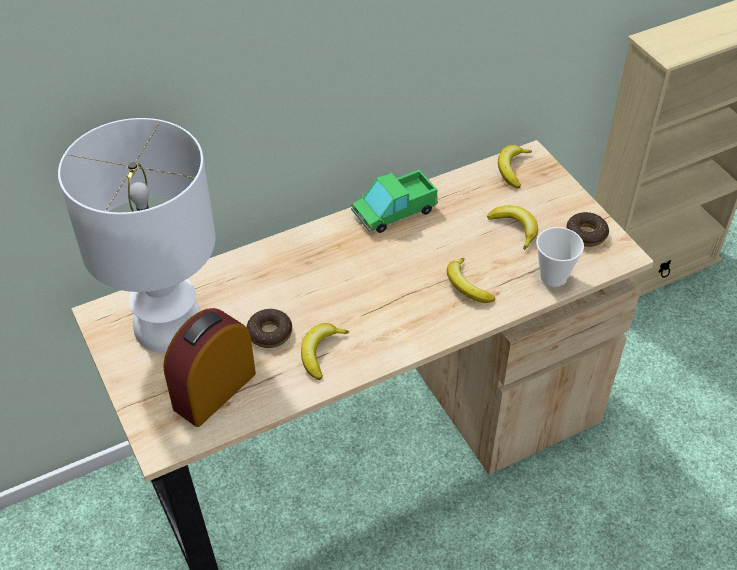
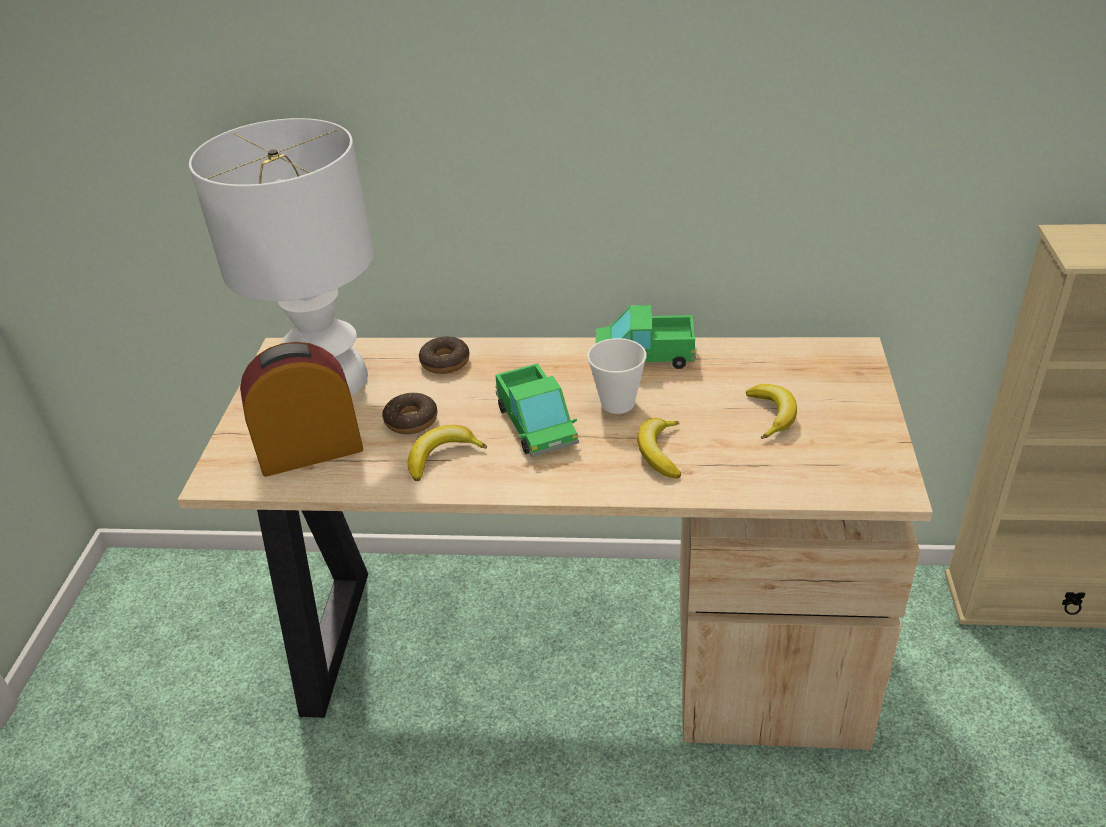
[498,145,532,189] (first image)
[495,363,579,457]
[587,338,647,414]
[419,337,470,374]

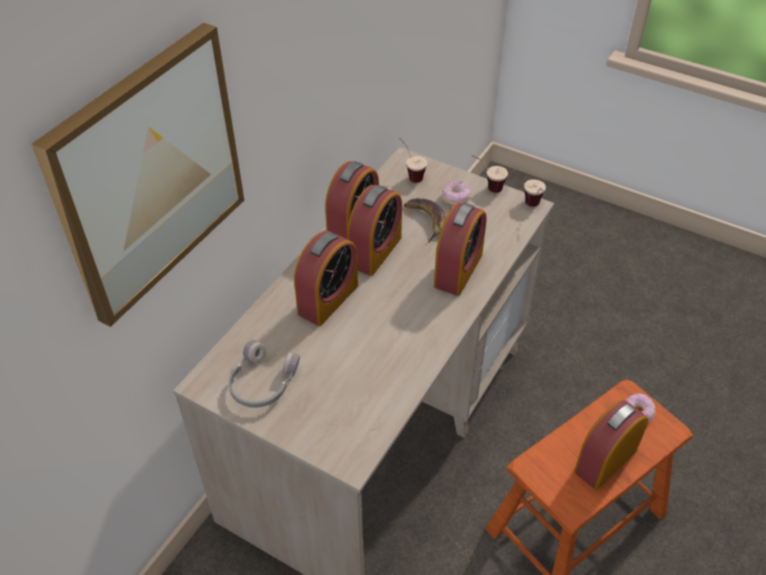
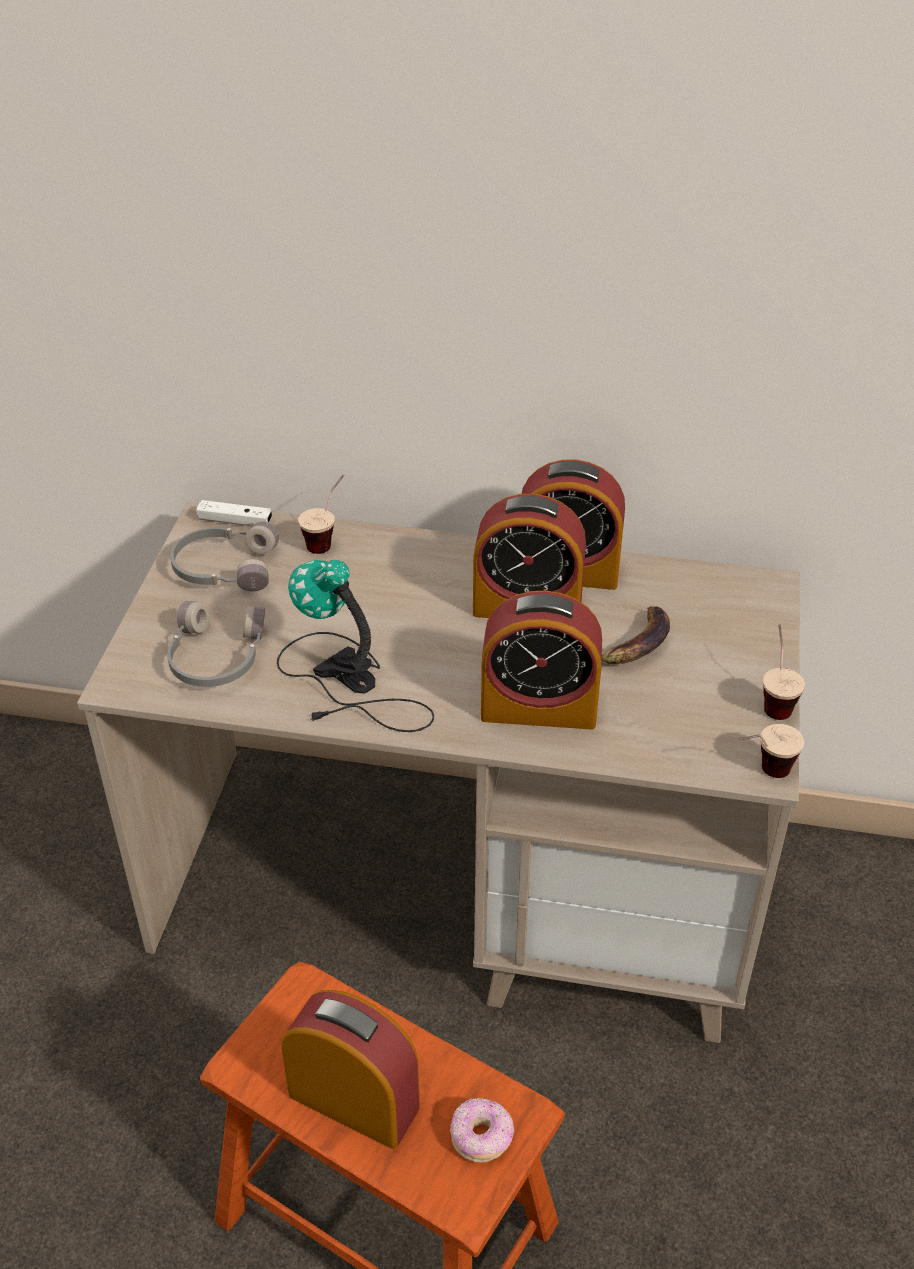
[31,22,244,327] (first image)
[294,231,358,326] (first image)
[442,180,471,205] (first image)
[167,601,265,687]
[196,500,272,526]
[277,560,434,732]
[298,475,344,554]

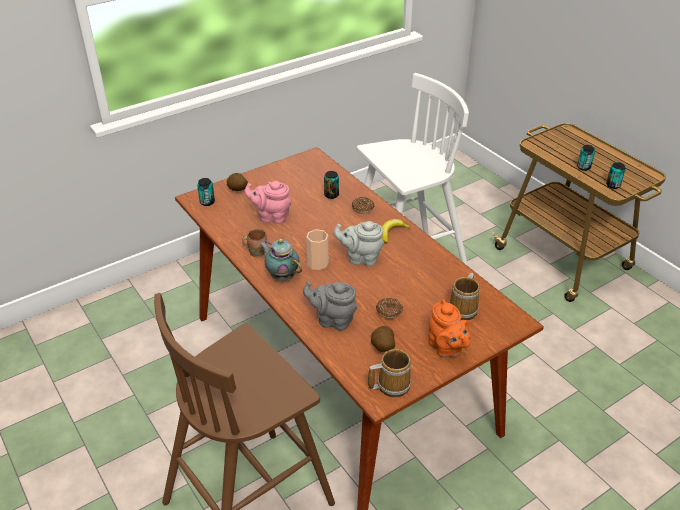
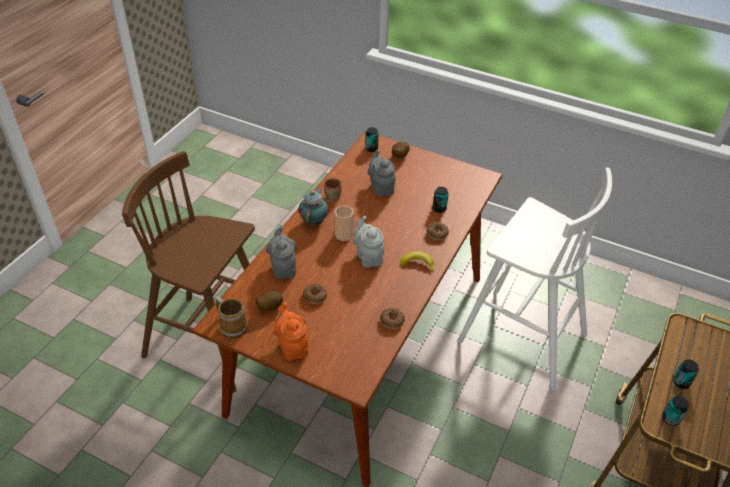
[449,273,480,320] (first image)
[380,308,405,329]
[368,150,396,196]
[273,302,308,361]

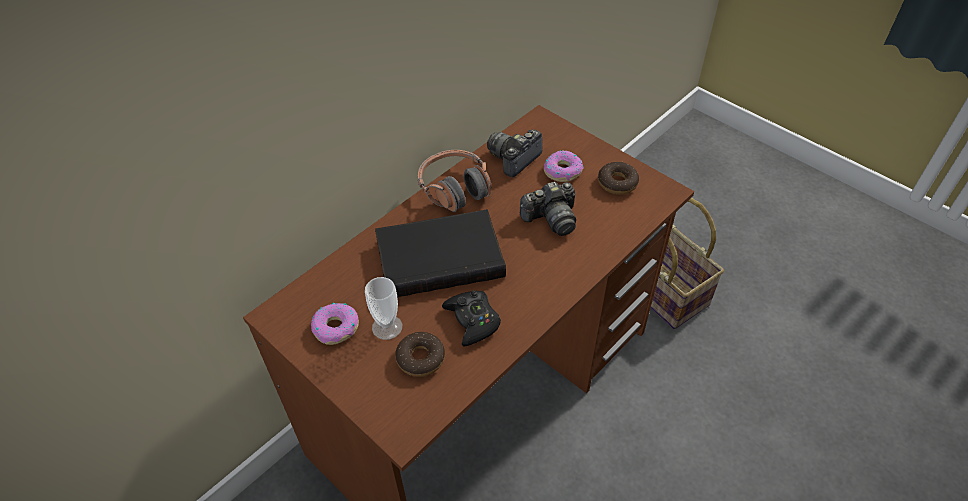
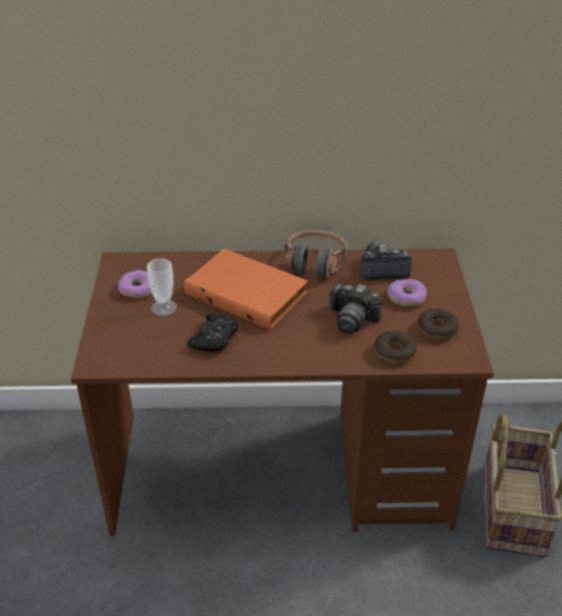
[374,331,417,364]
[184,248,308,330]

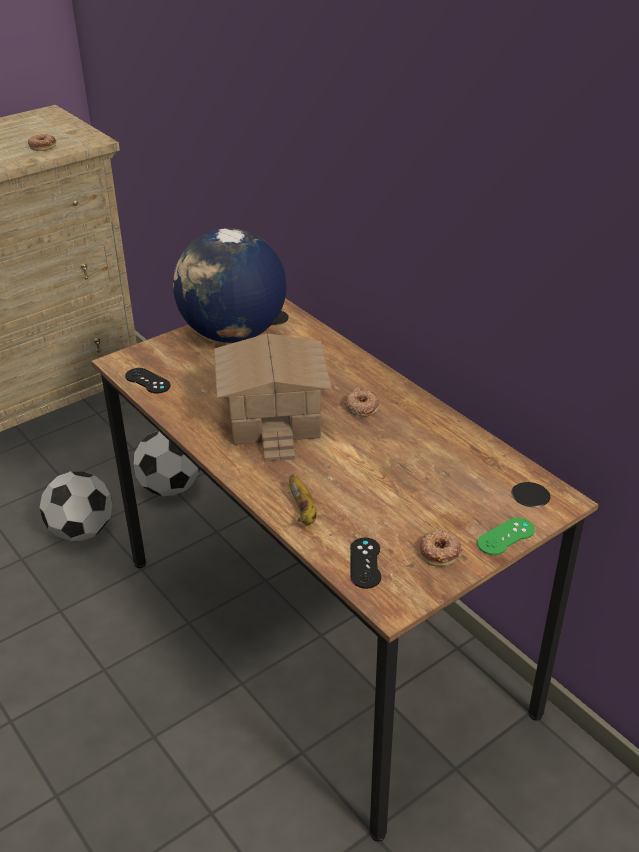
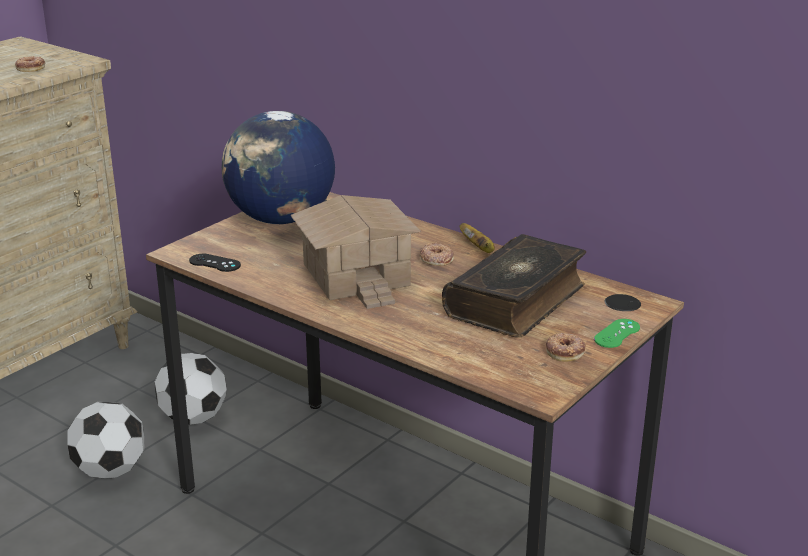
[350,538,381,589] (first image)
[442,234,586,338]
[460,223,495,253]

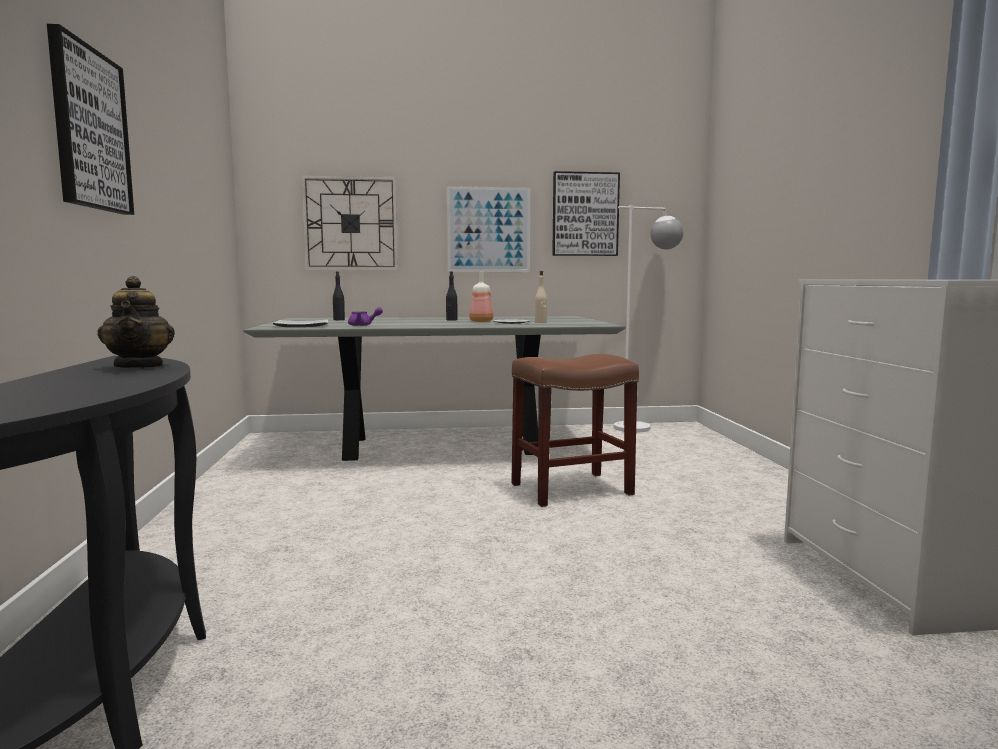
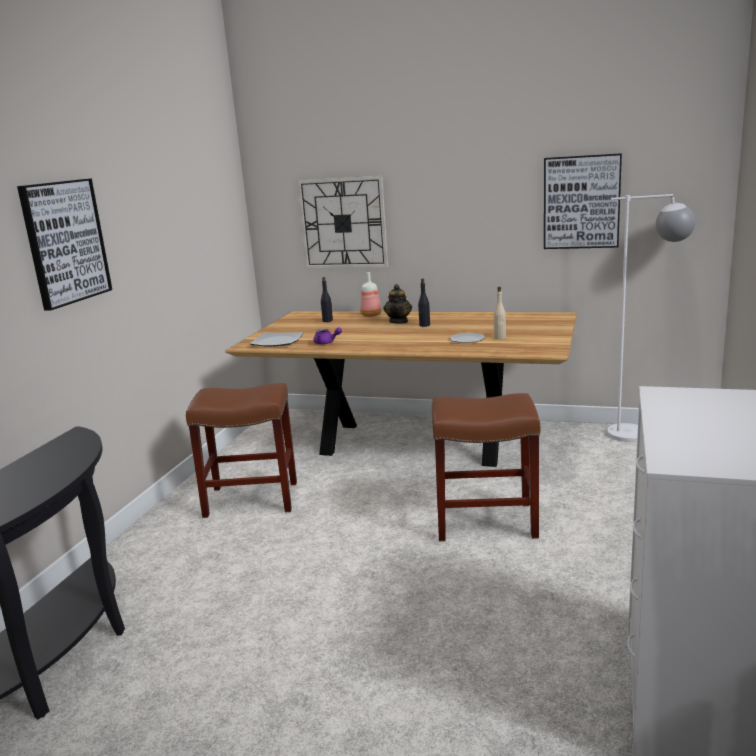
[447,186,530,272] (first image)
[186,383,297,518]
[383,284,412,324]
[360,272,381,317]
[225,311,577,467]

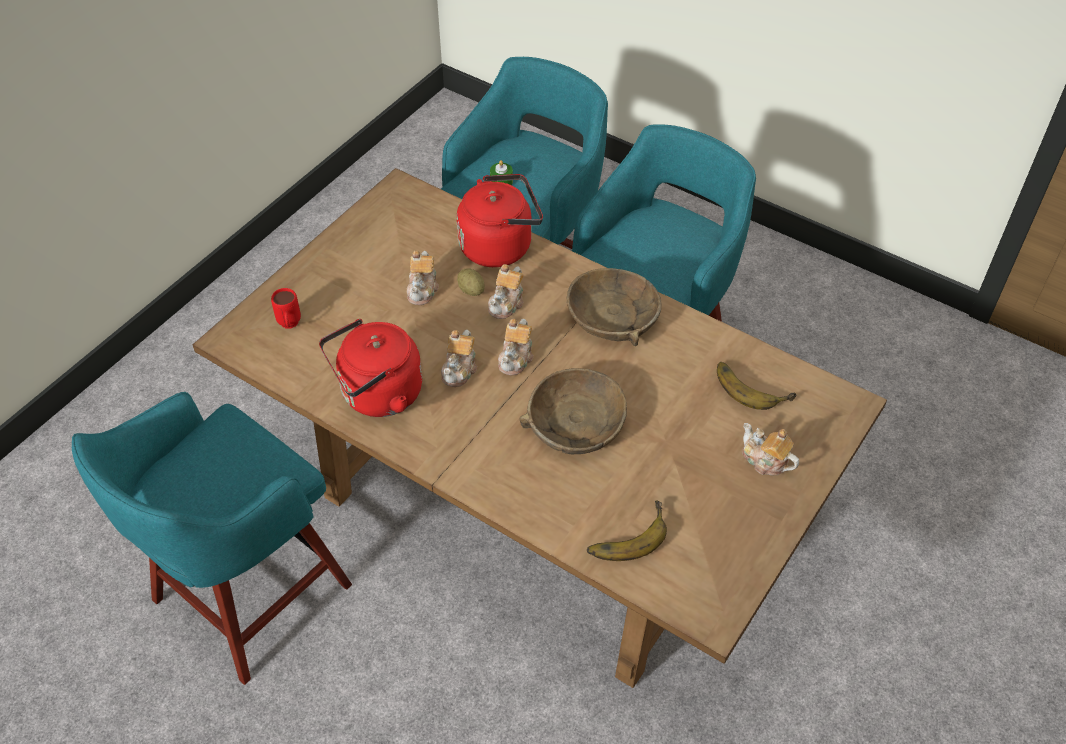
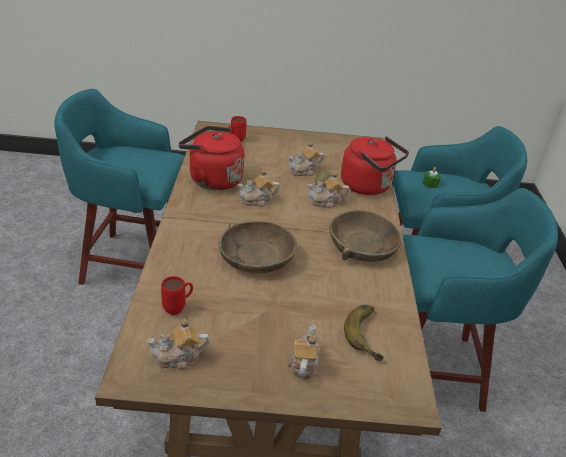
[146,319,210,370]
[161,276,193,315]

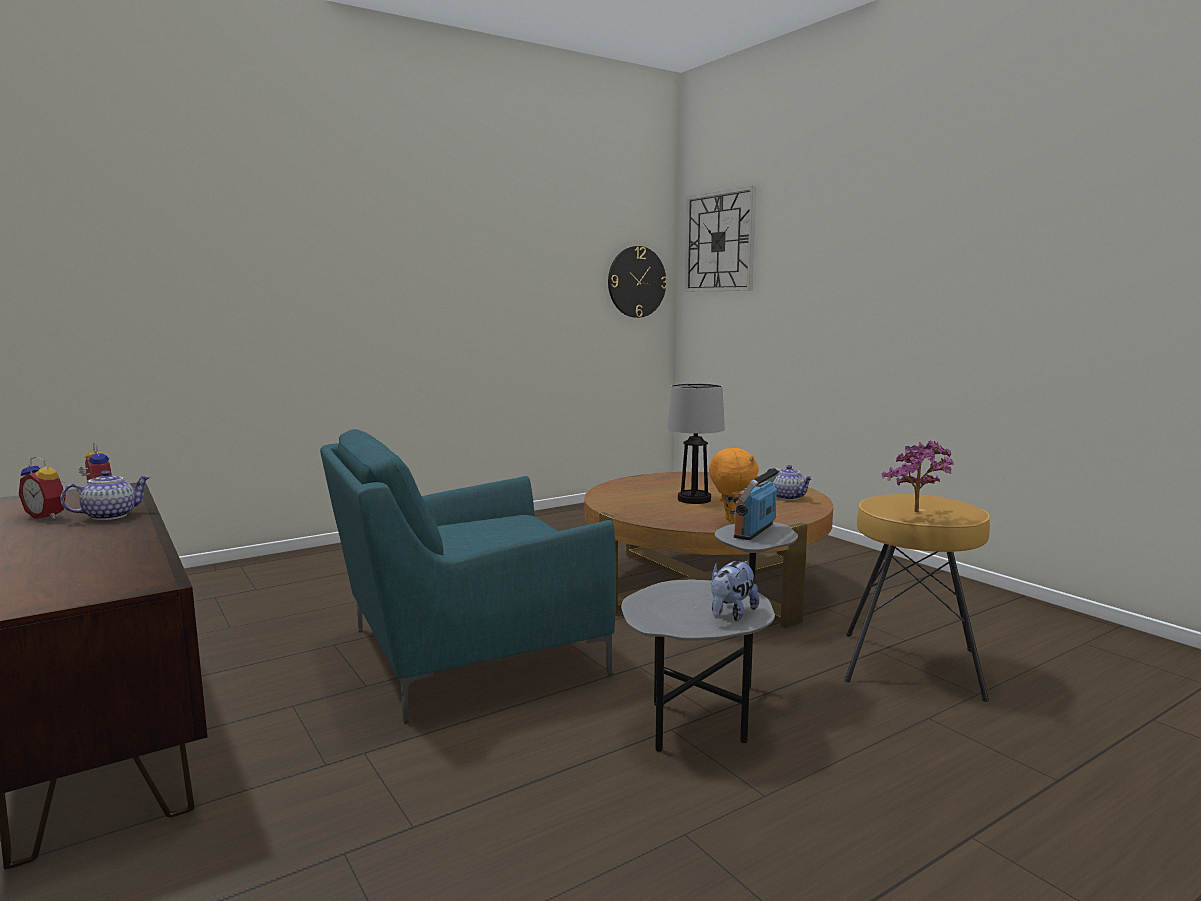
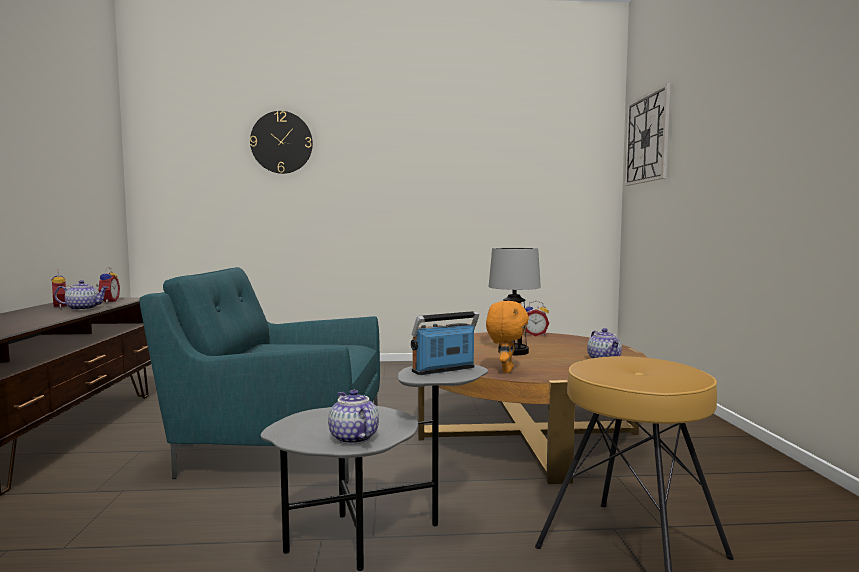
[882,441,954,512] (first image)
[525,301,549,336]
[250,111,313,174]
[328,390,379,444]

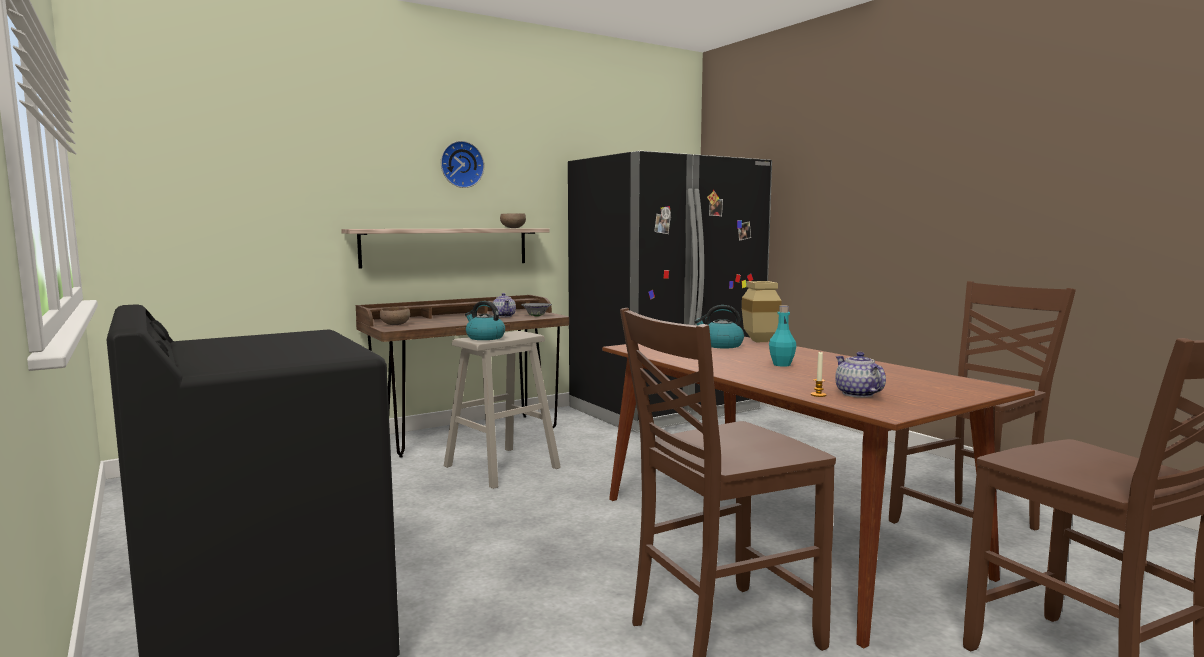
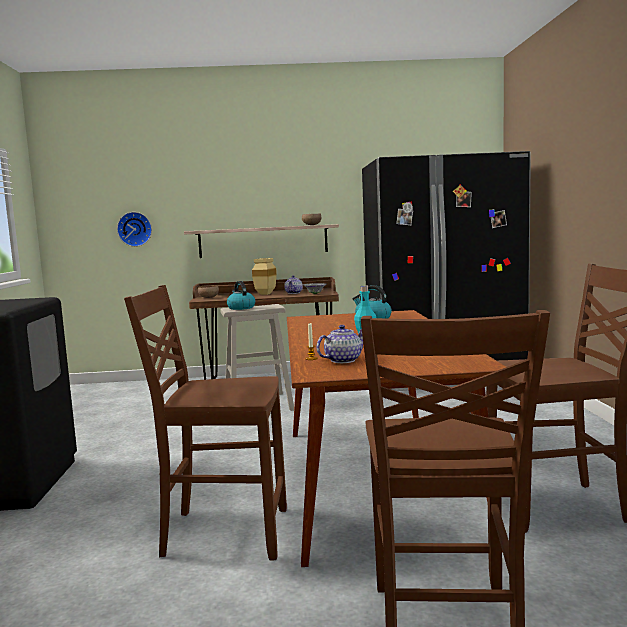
[117,212,152,247]
[252,258,277,295]
[316,325,363,363]

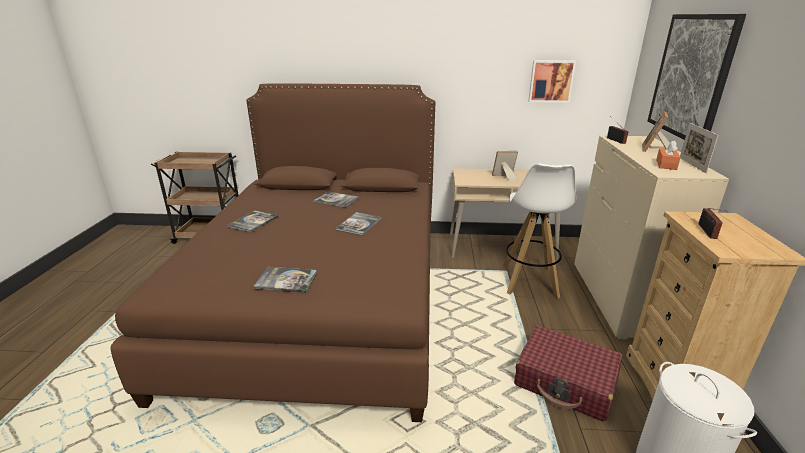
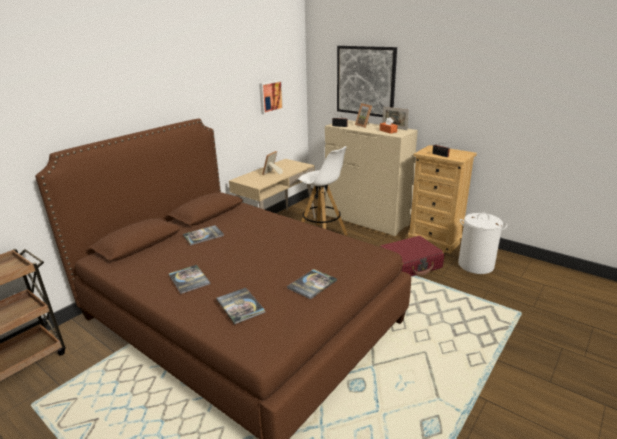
[216,288,266,325]

